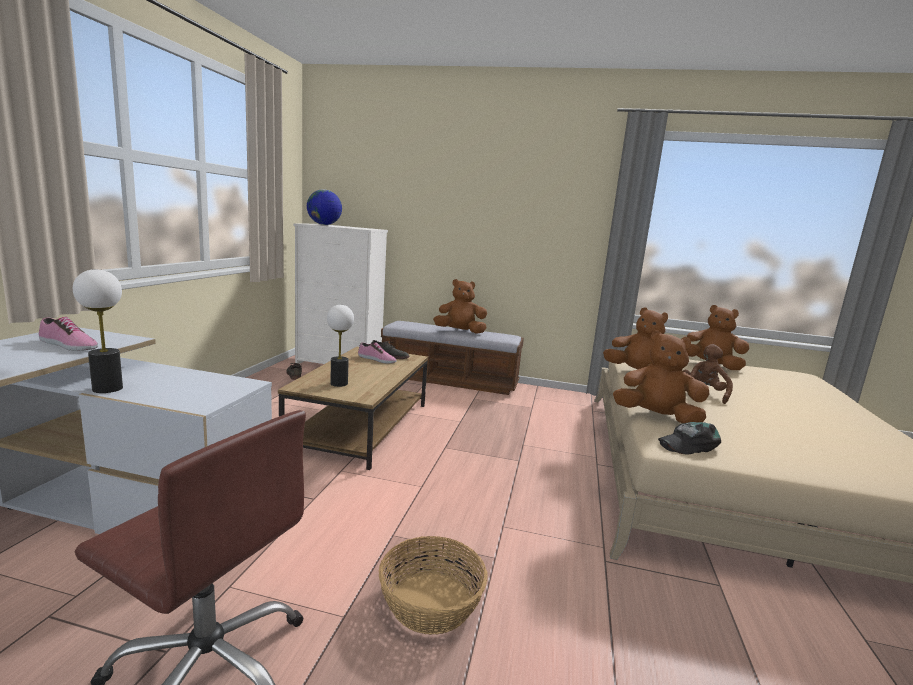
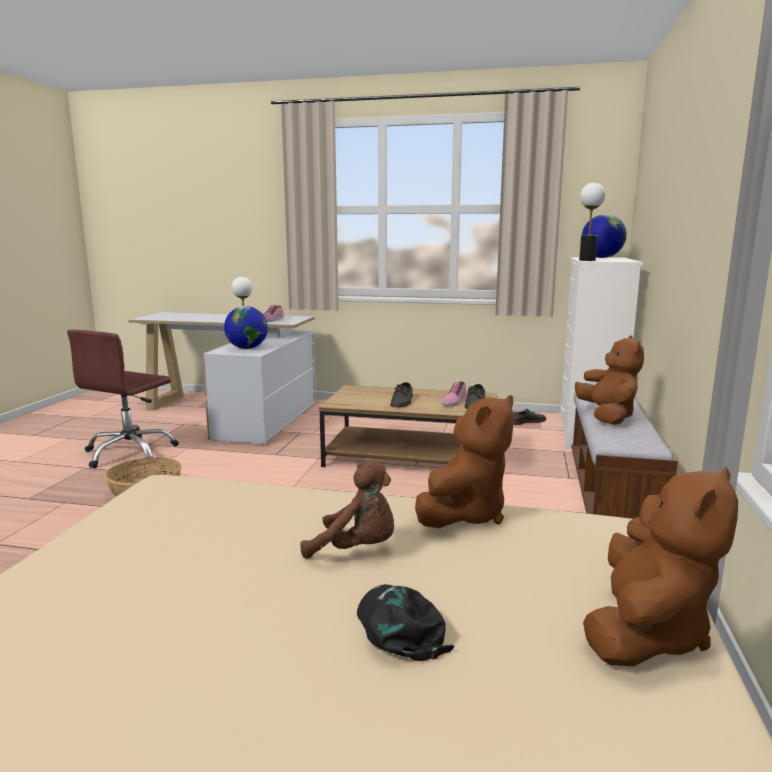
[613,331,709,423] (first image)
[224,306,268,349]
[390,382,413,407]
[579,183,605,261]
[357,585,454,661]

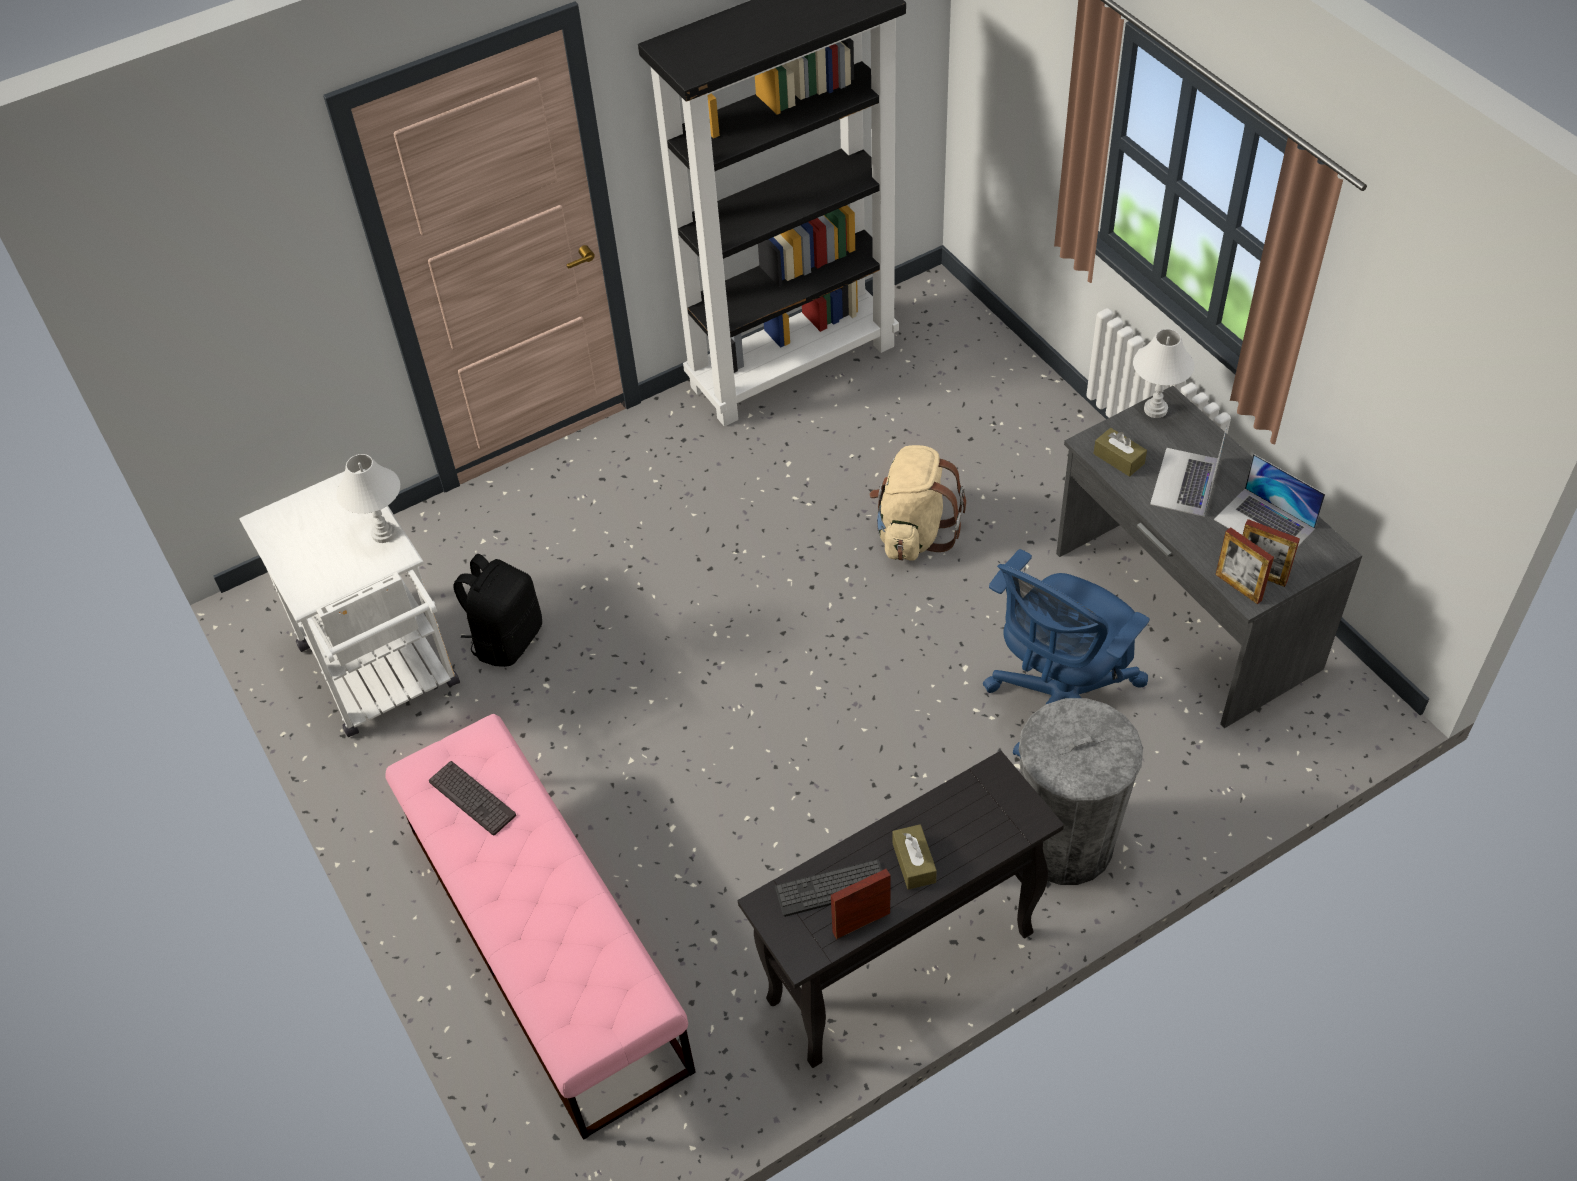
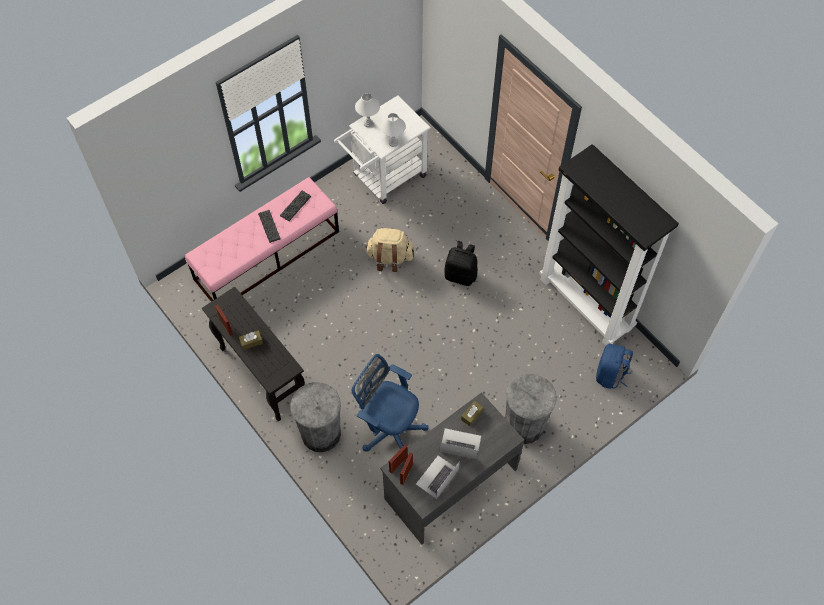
[505,374,557,444]
[596,344,633,389]
[444,241,477,286]
[258,210,281,243]
[365,228,414,272]
[355,93,380,127]

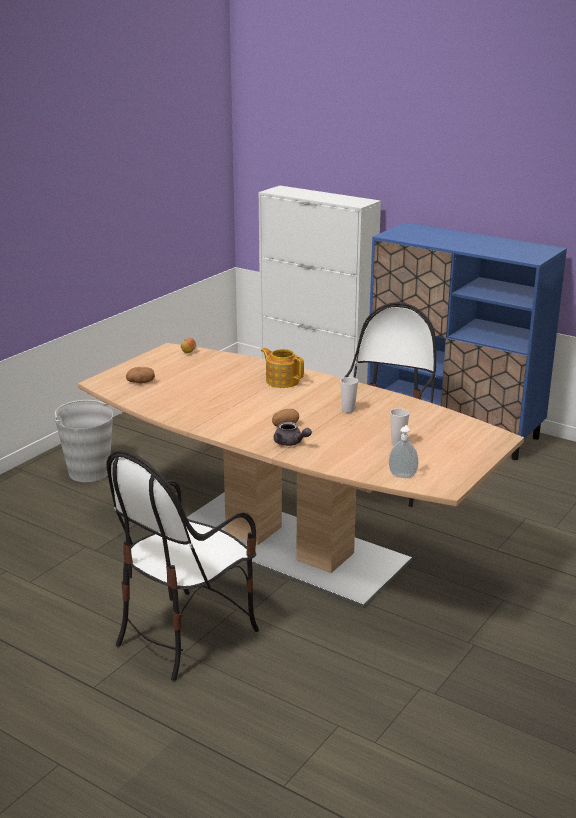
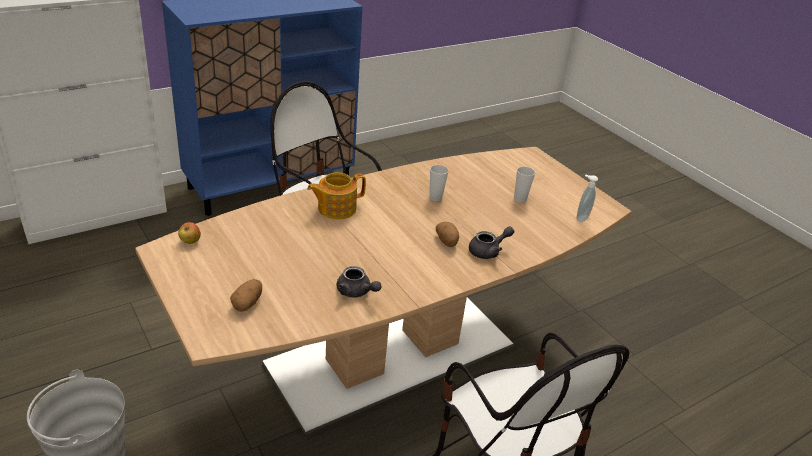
[337,266,382,298]

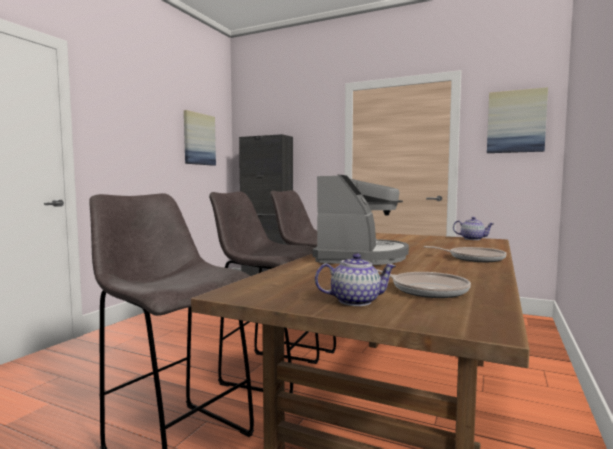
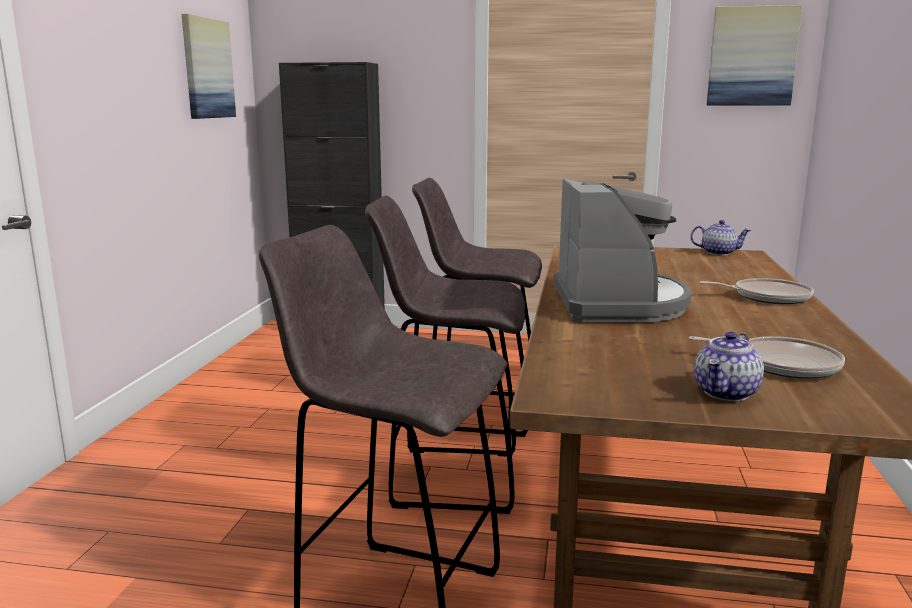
[694,332,764,401]

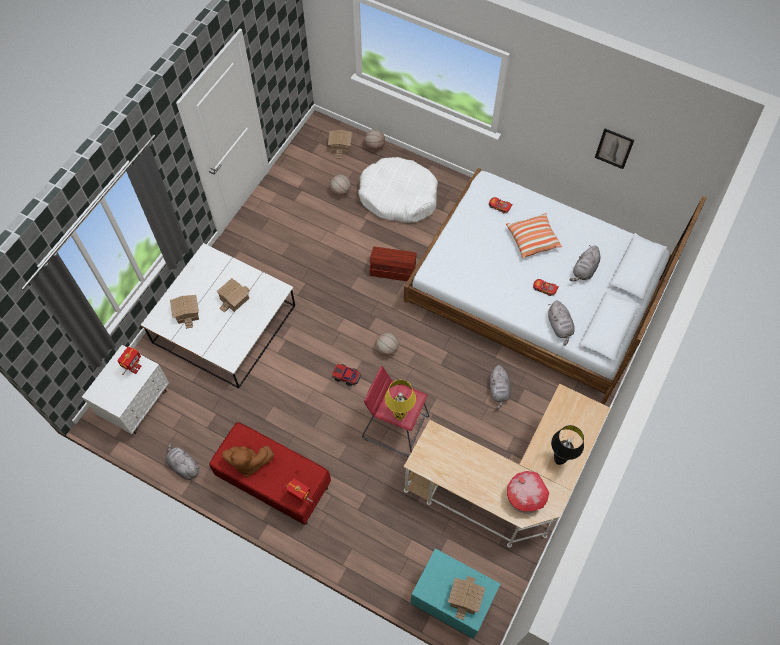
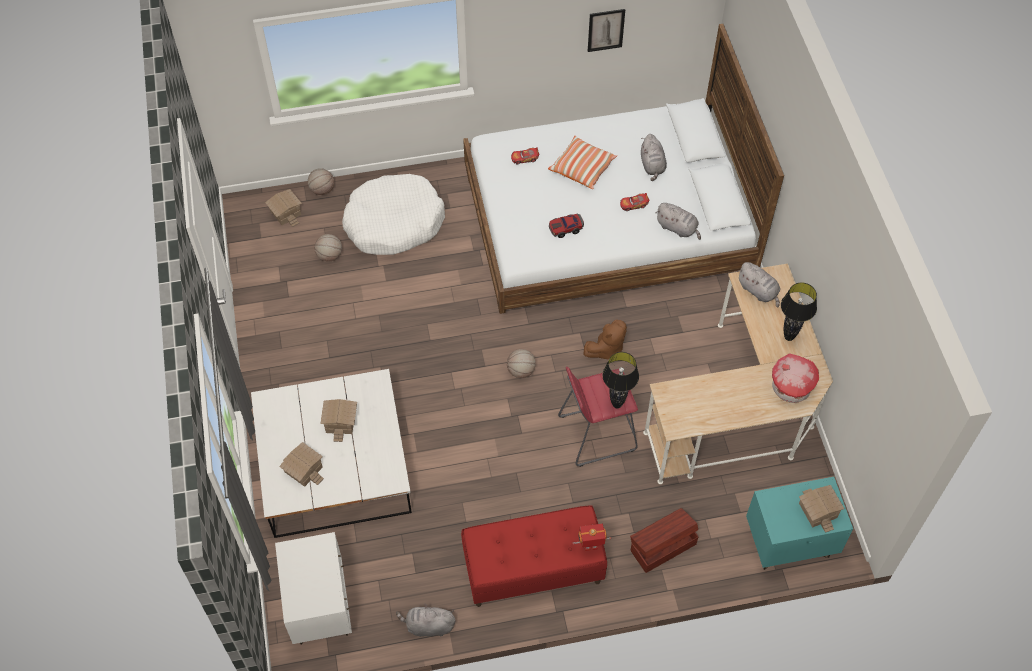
[117,347,141,375] (first image)
[583,320,627,360]
[549,214,584,238]
[630,508,699,573]
[738,262,780,308]
[602,352,639,409]

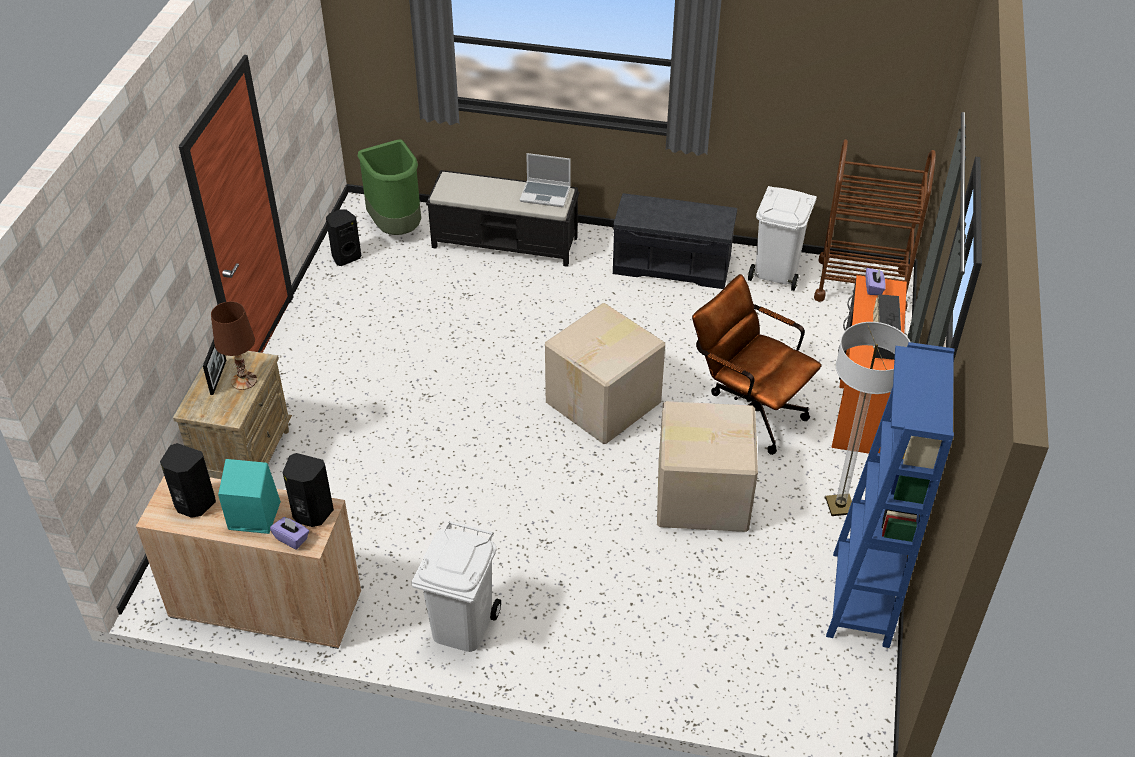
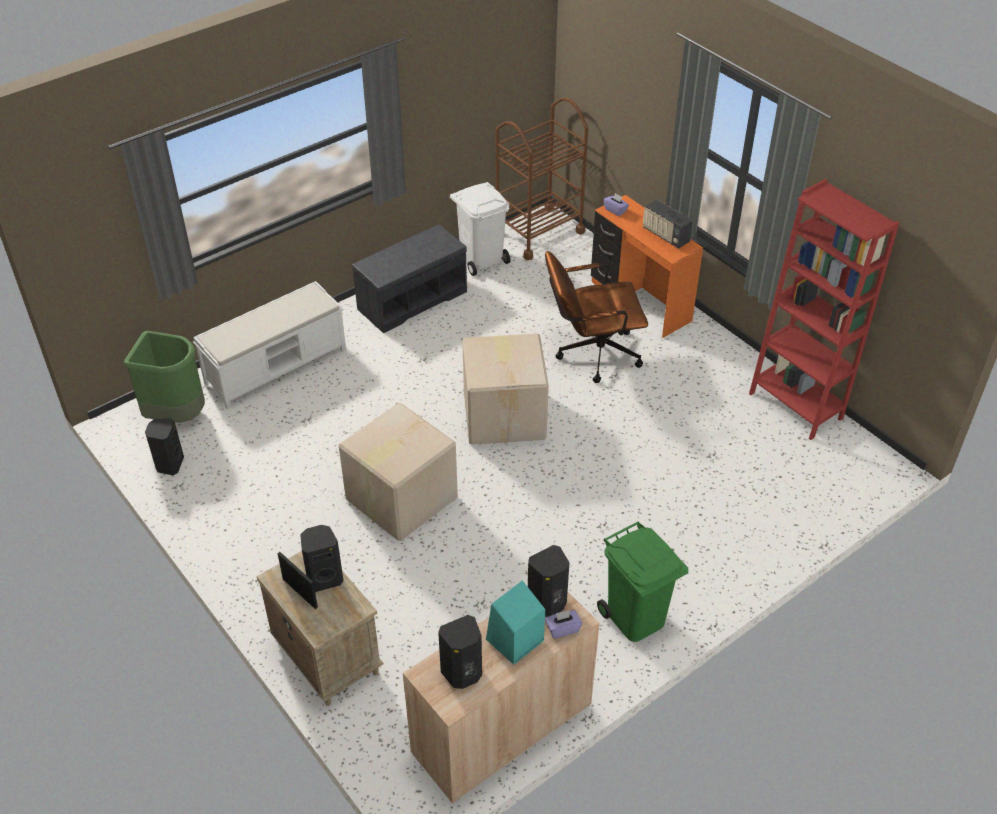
[520,153,571,207] (first image)
[825,322,910,516] (first image)
[339,403,458,541]
[300,525,344,592]
[597,522,688,642]
[193,281,346,409]
[749,179,900,440]

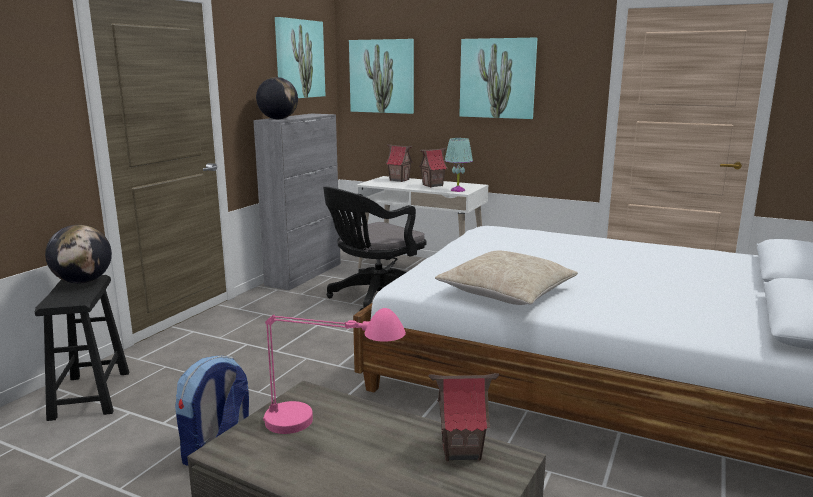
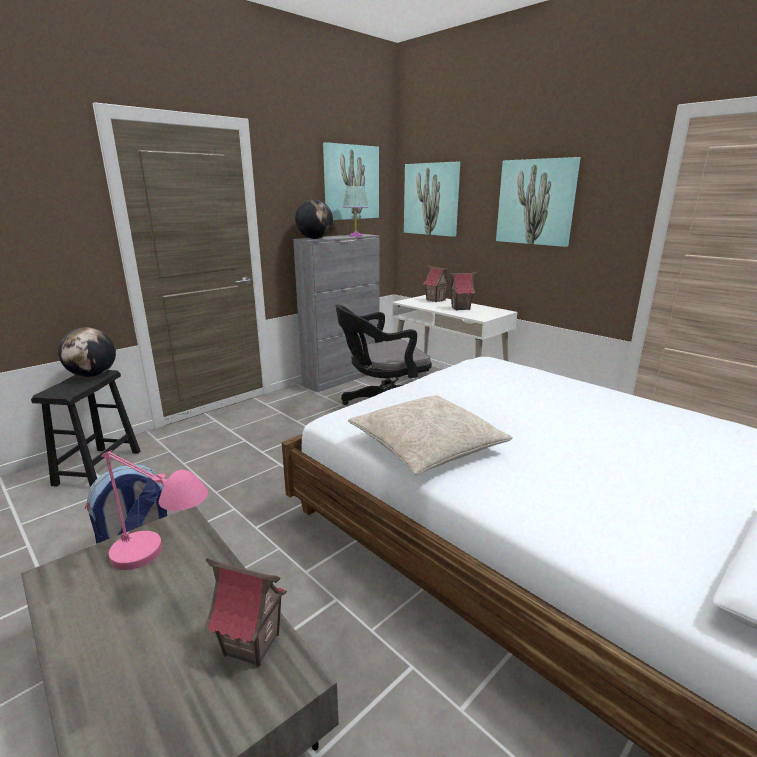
[343,186,368,237]

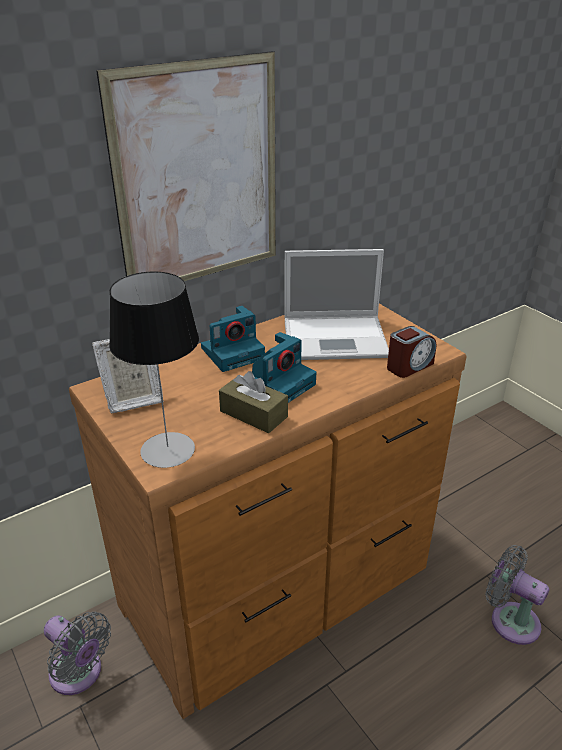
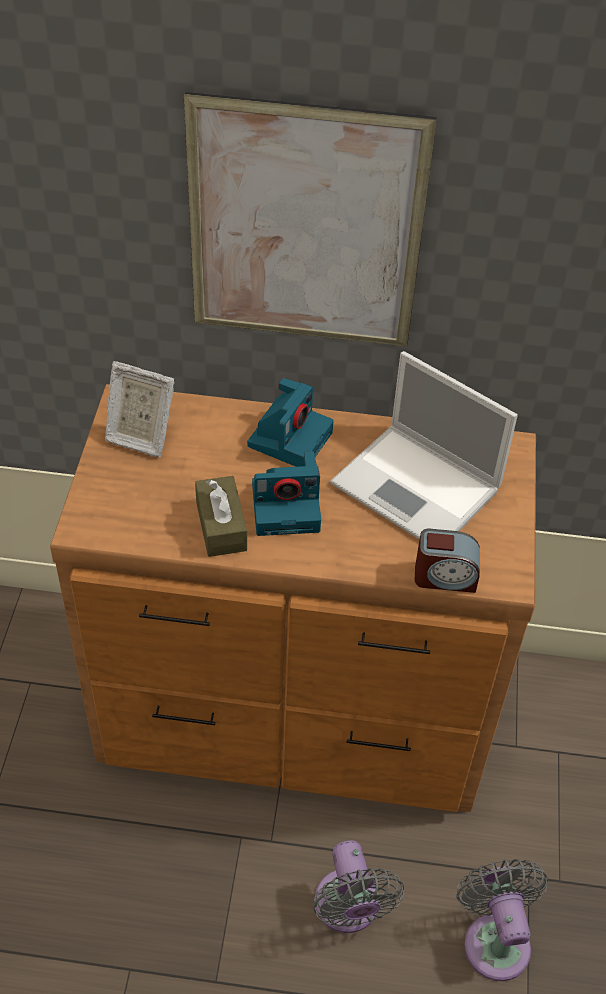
[109,272,199,468] (first image)
[313,840,404,933]
[247,378,334,467]

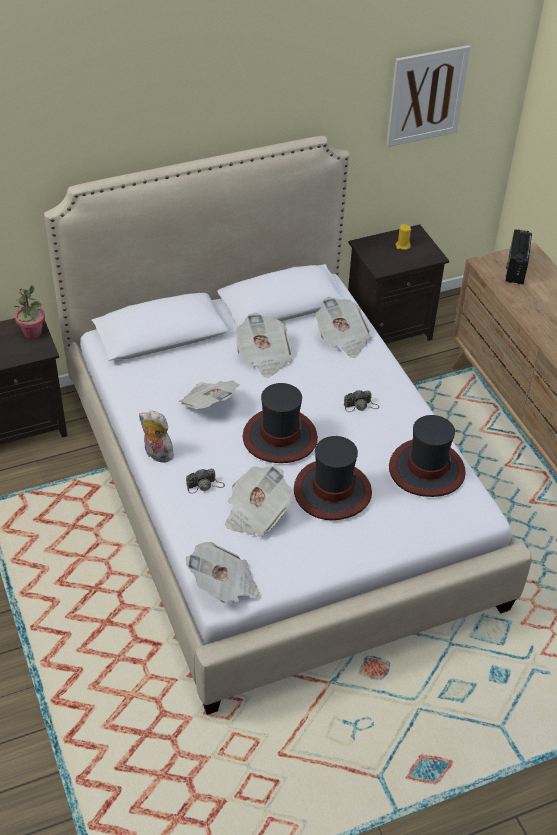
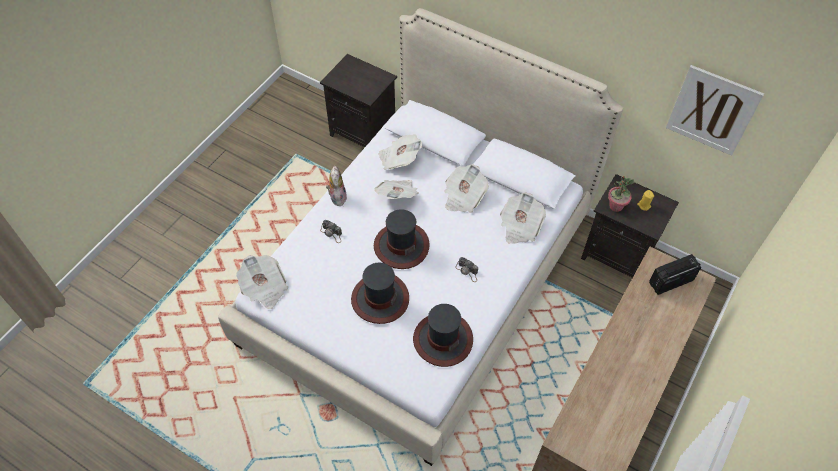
[608,176,634,212]
[379,134,422,170]

